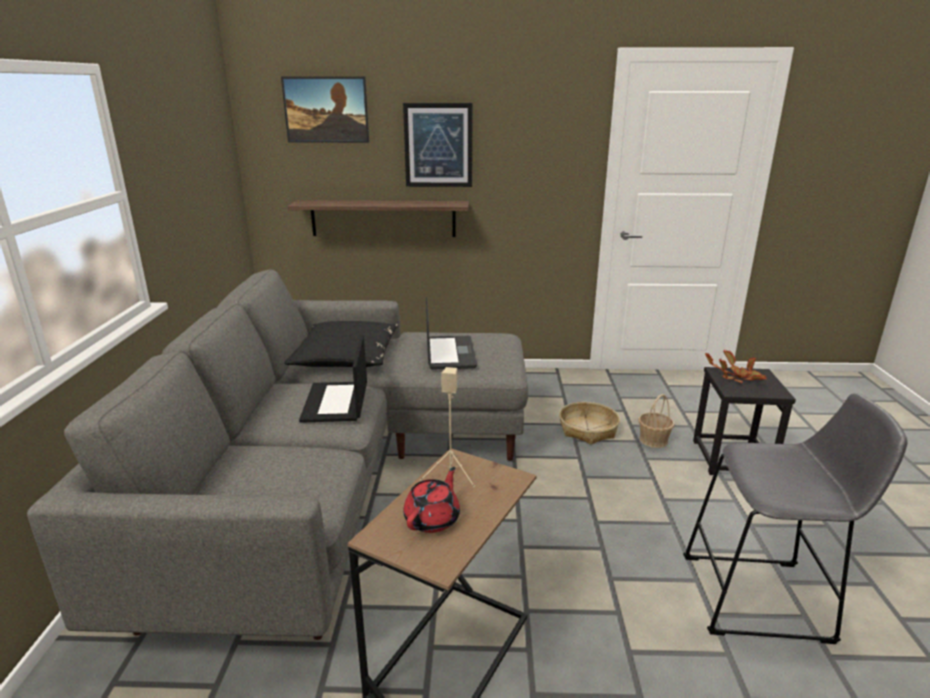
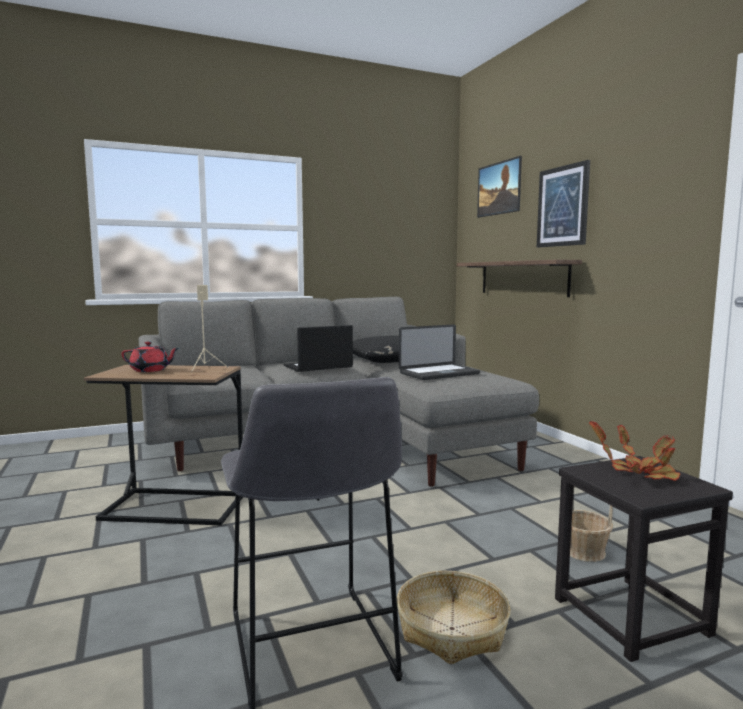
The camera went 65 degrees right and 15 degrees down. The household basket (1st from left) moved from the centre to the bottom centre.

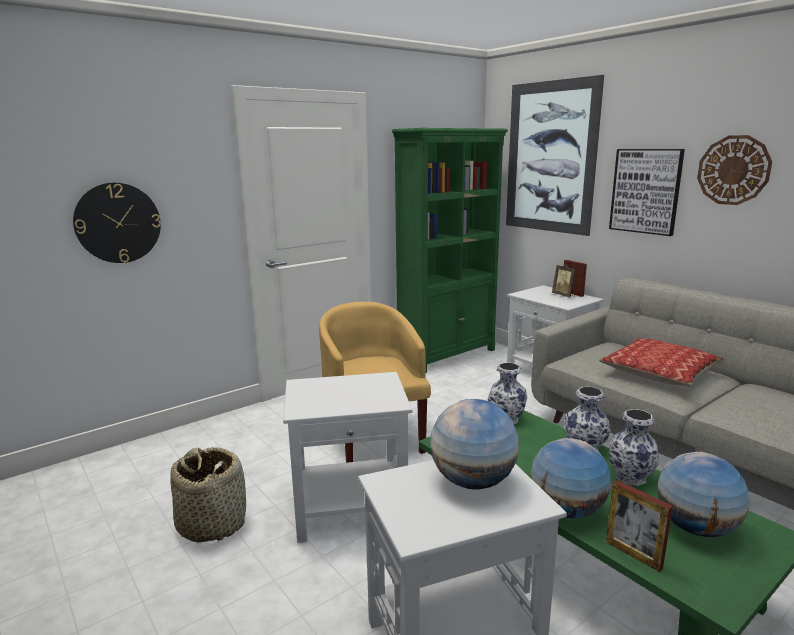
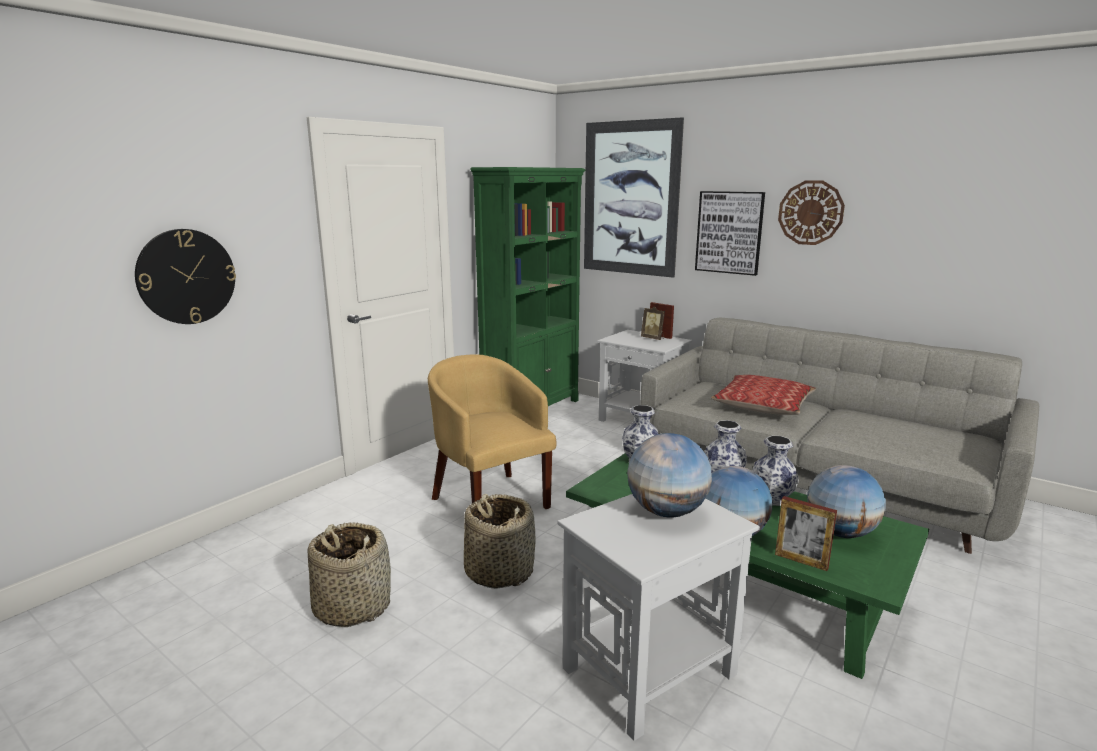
The camera went 15 degrees left and 0 degrees up. The white-coloured accent table (1st from left) at the bottom centre was replaced by the household basket (2nd from left) at the bottom centre.

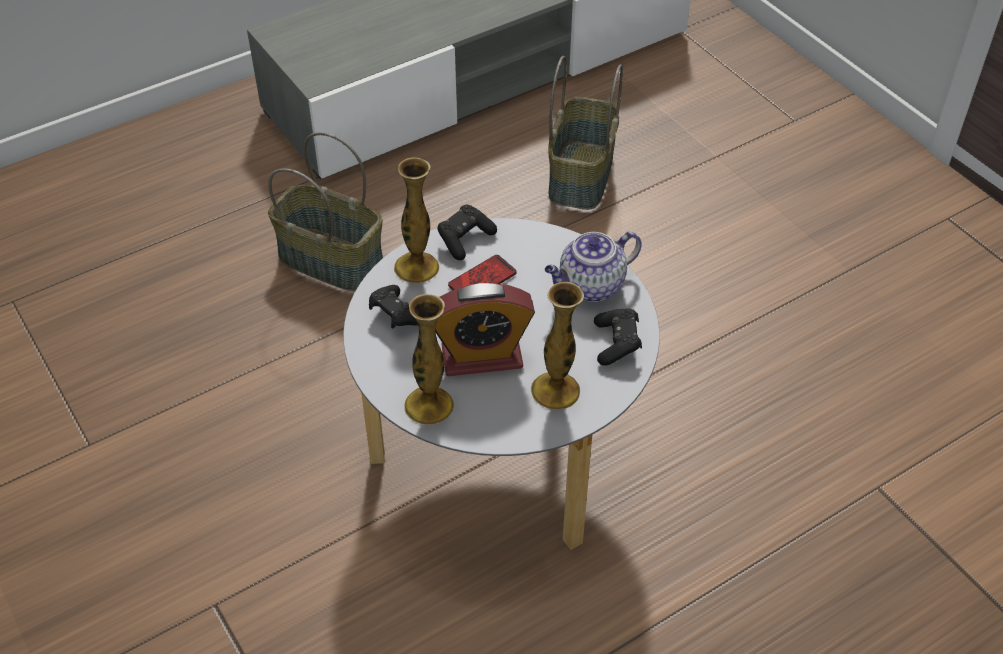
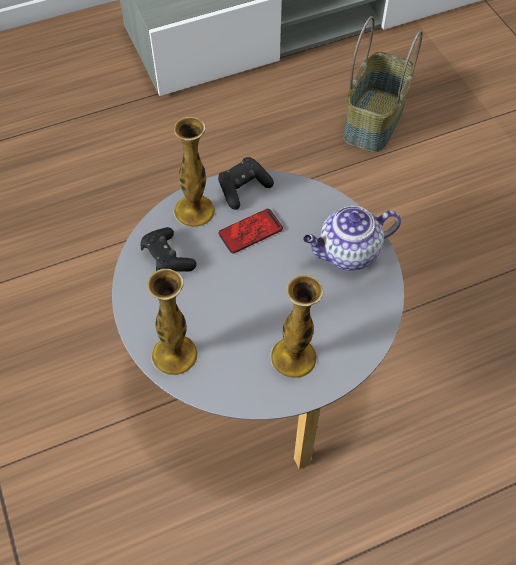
The camera went 10 degrees right and 10 degrees up. The household basket (1st from left) at the top left disappeared. The alarm clock at the centre disappeared. The black joypad (3rd from left) at the centre disappeared.

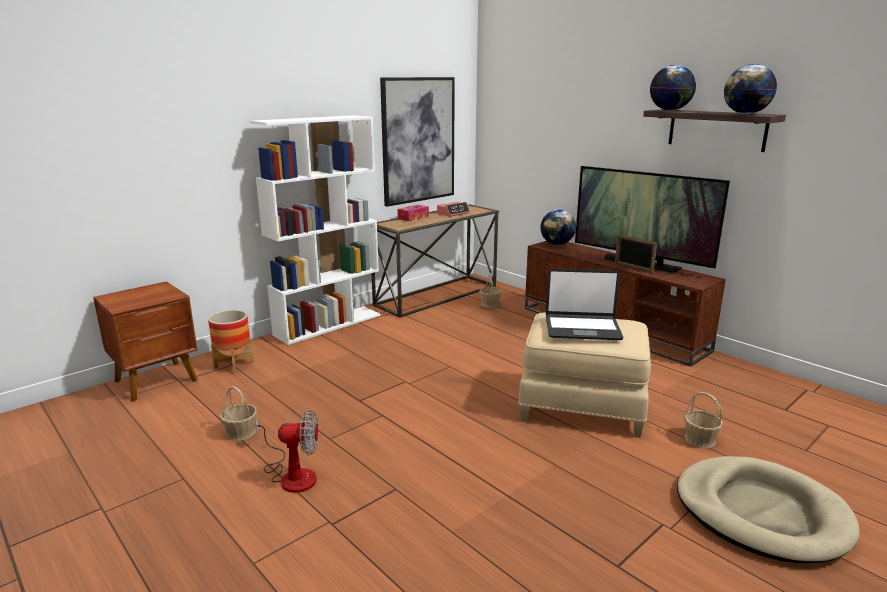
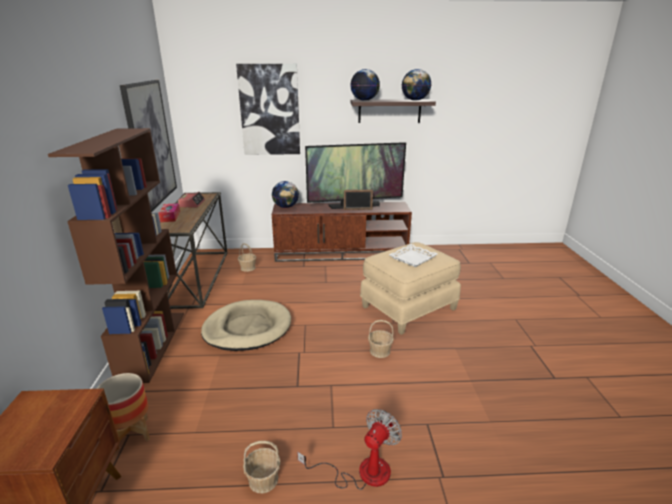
The camera went 50 degrees left and 5 degrees up. The white-coloured shelving unit at the centre became the brown-coloured shelving unit at the middle left. The laptop at the centre was replaced by the white-coloured tray at the centre. The household basket (3rd from left) moved from the bottom right to the bottom centre. The beige-coloured pet bed moved from the bottom right to the centre. The wall picture (2nd from left) at the top centre appeared.

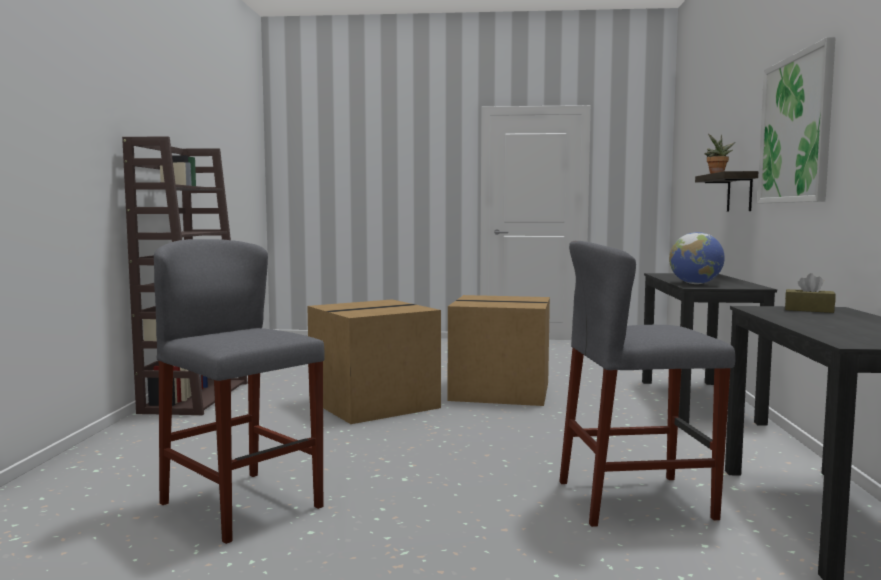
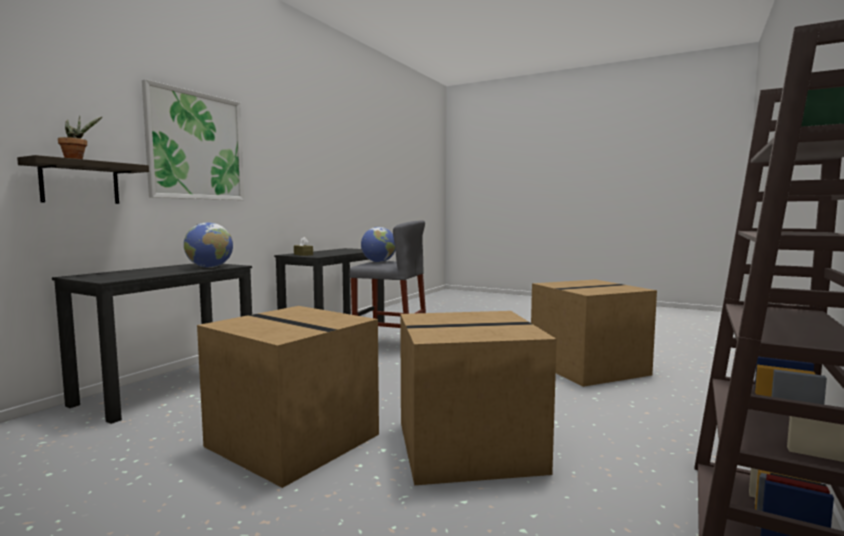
The camera went 155 degrees left and 0 degrees up. The greyish sitting stool (1st from left) at the bottom left was replaced by the cardboard box (3rd from left) at the middle right. The globe (2nd from left) at the centre appeared.

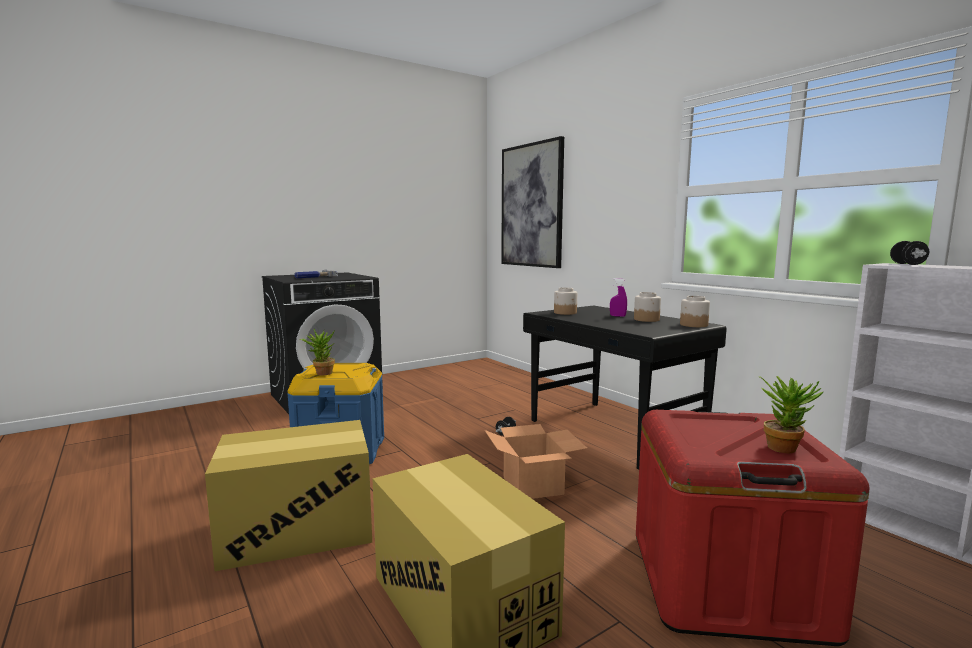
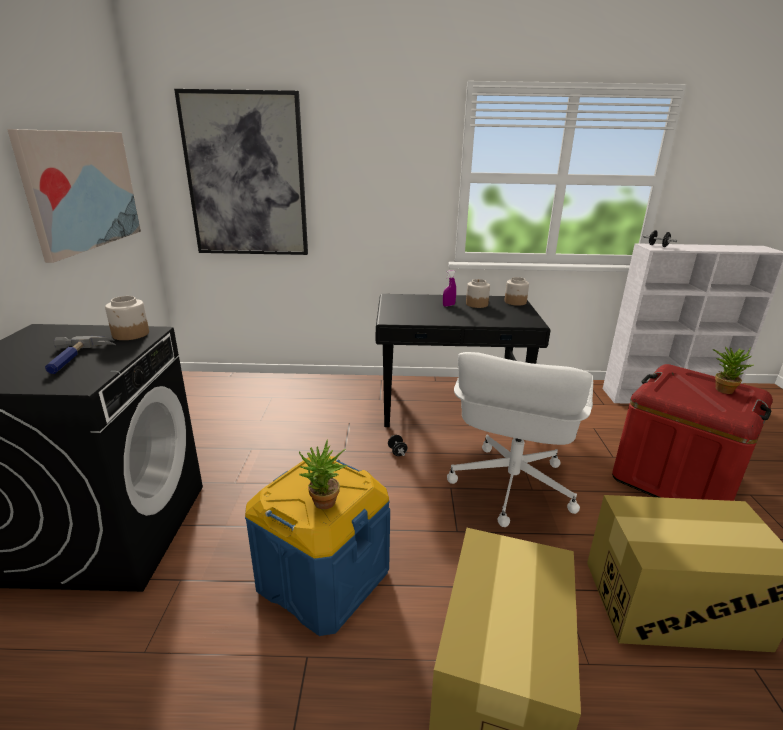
The camera went 55 degrees left and 15 degrees up. The preserve jar (1st from left) moved from the centre to the middle left. The cardboard box (3rd from left) at the bottom centre was replaced by the white-coloured desk chair at the centre. The wall picture (1st from left) at the top left appeared.

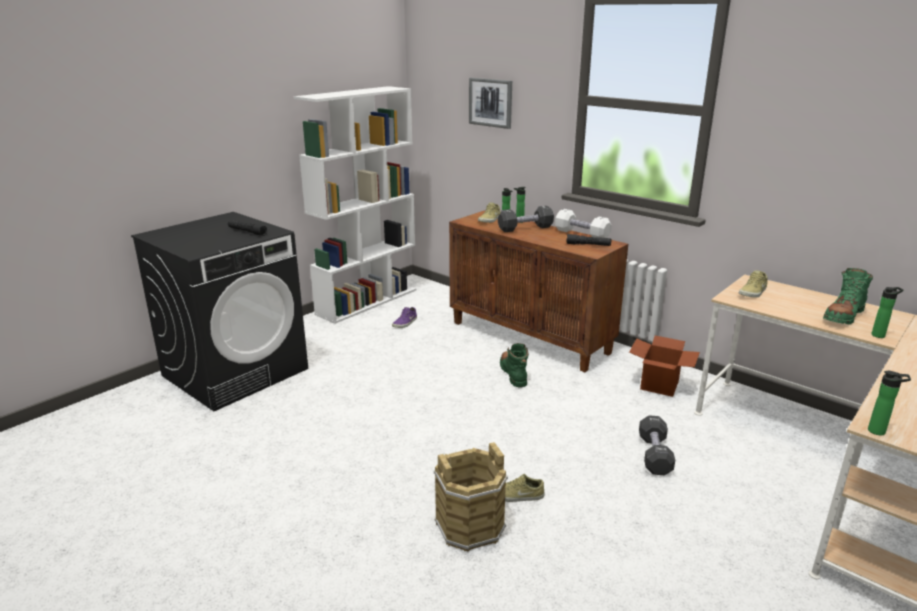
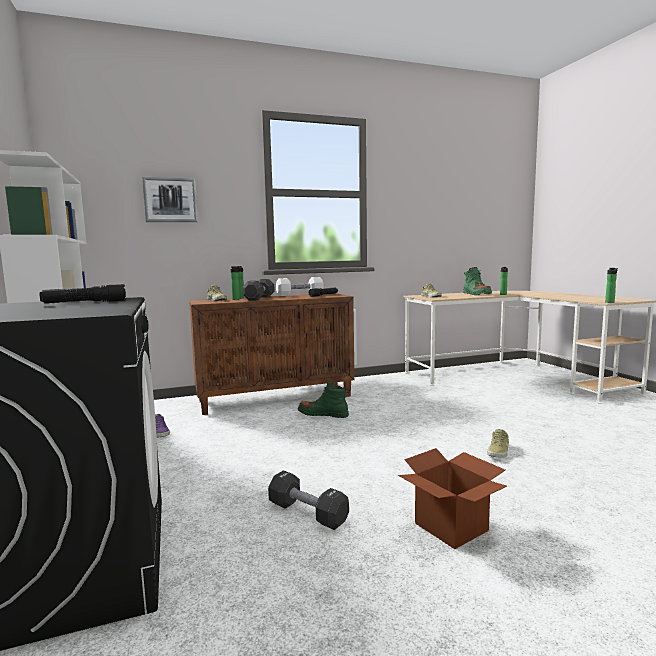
The camera went 60 degrees left and 15 degrees down. The cardboard box moved from the middle right to the bottom right. The black free weight (2nd from left) moved from the bottom right to the bottom centre. The brown-coloured pail at the bottom centre disappeared.

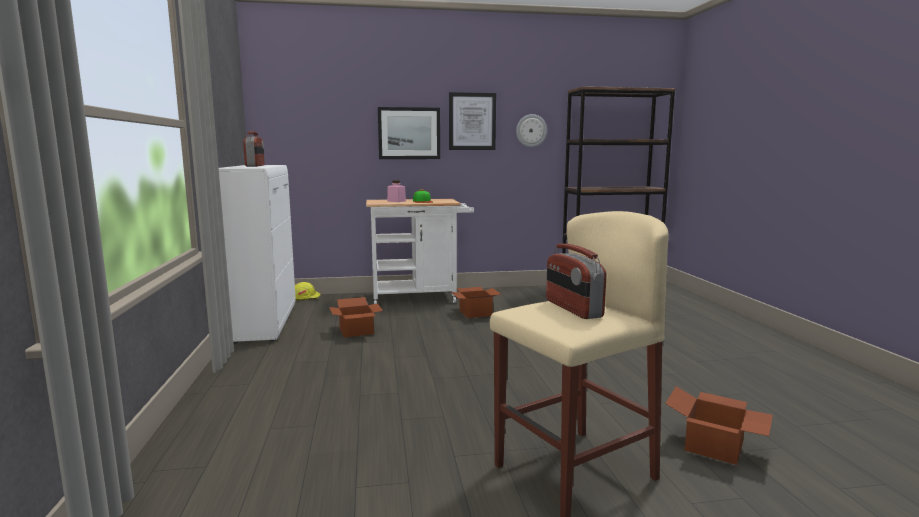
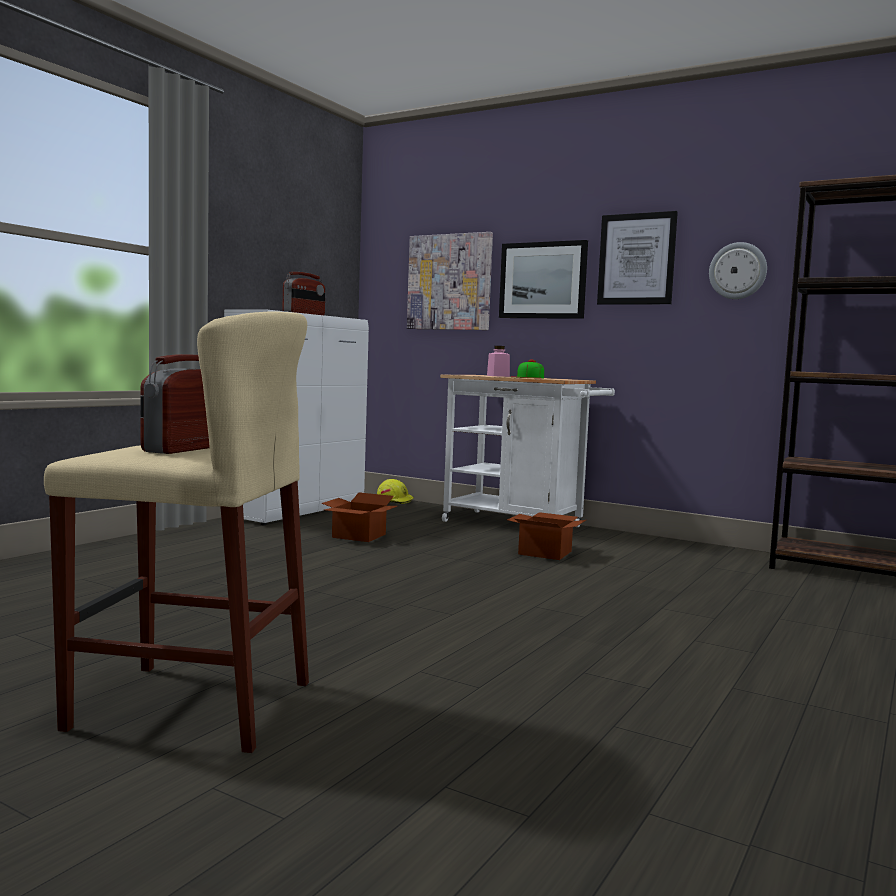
The camera went 40 degrees right and 5 degrees down. The cardboard box (3rd from left) at the bottom right disappeared. The wall picture (1st from left) at the top centre appeared.

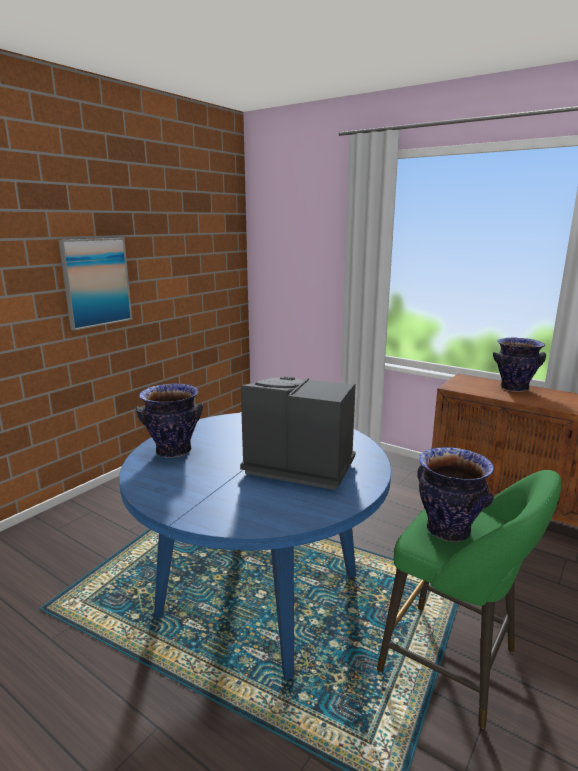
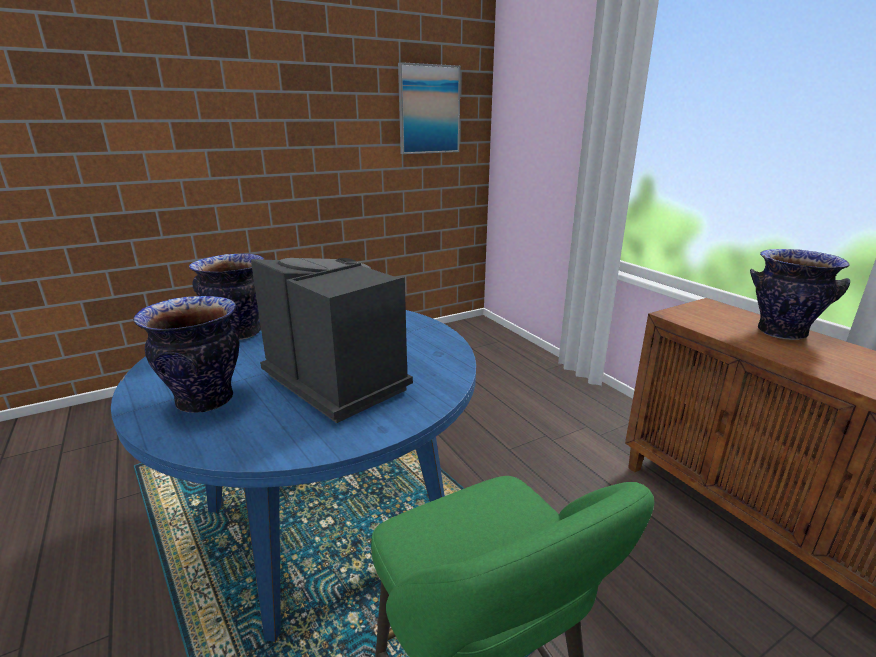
The camera went 25 degrees right and 5 degrees up. The wall picture moved from the middle left to the top centre. The flower vase (2nd from left in the first image) moved from the middle right to the middle left.

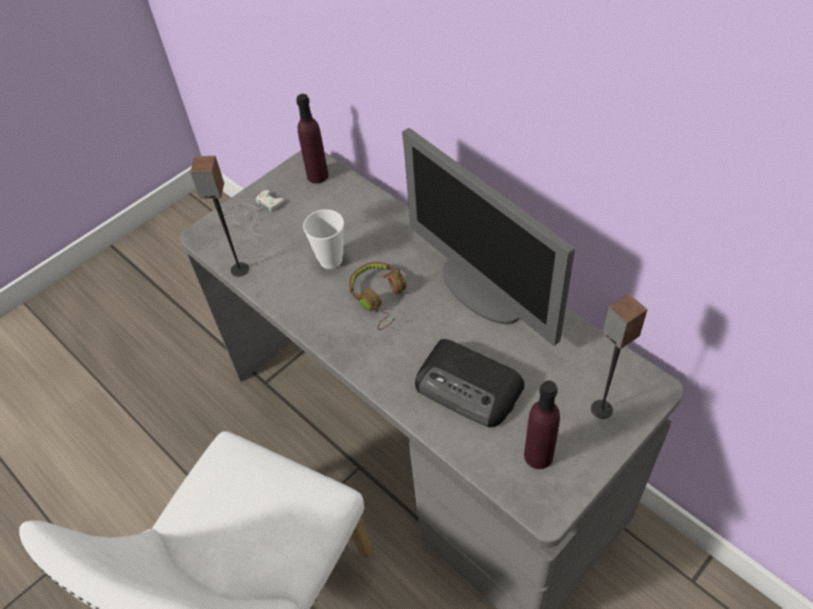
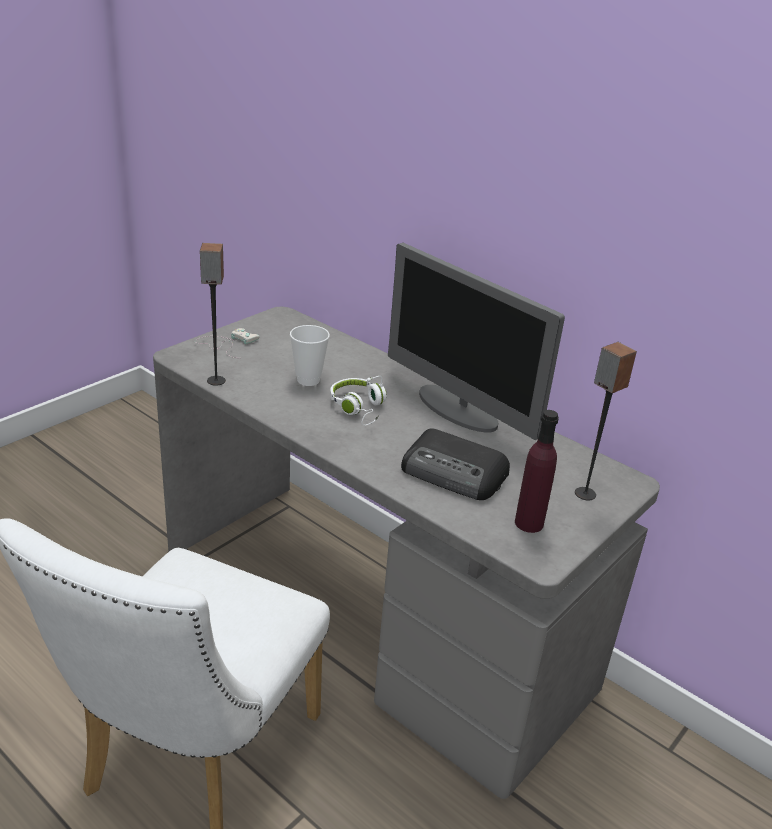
The camera went 10 degrees left and 20 degrees down. The purple-coloured bottle (1st from left) at the top centre disappeared. The brown-coloured headphones at the centre became the white-coloured headphones at the centre.

